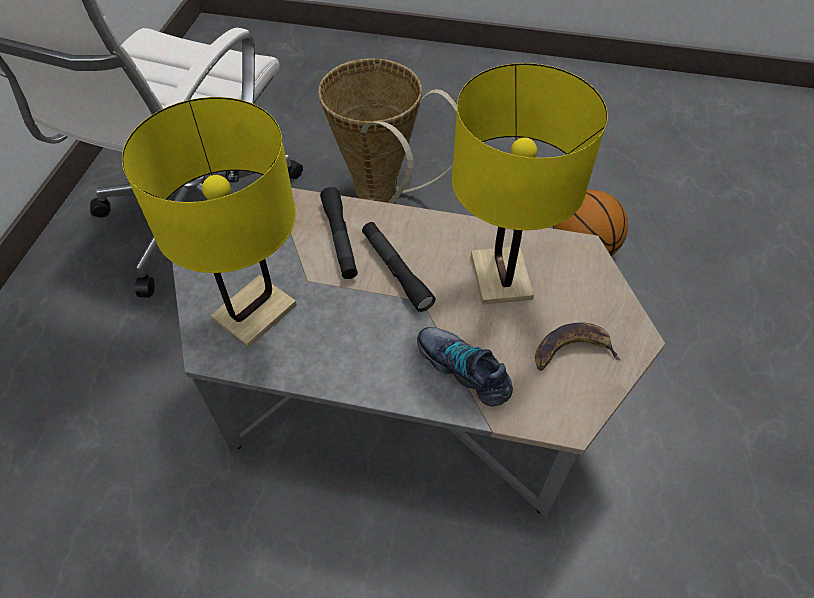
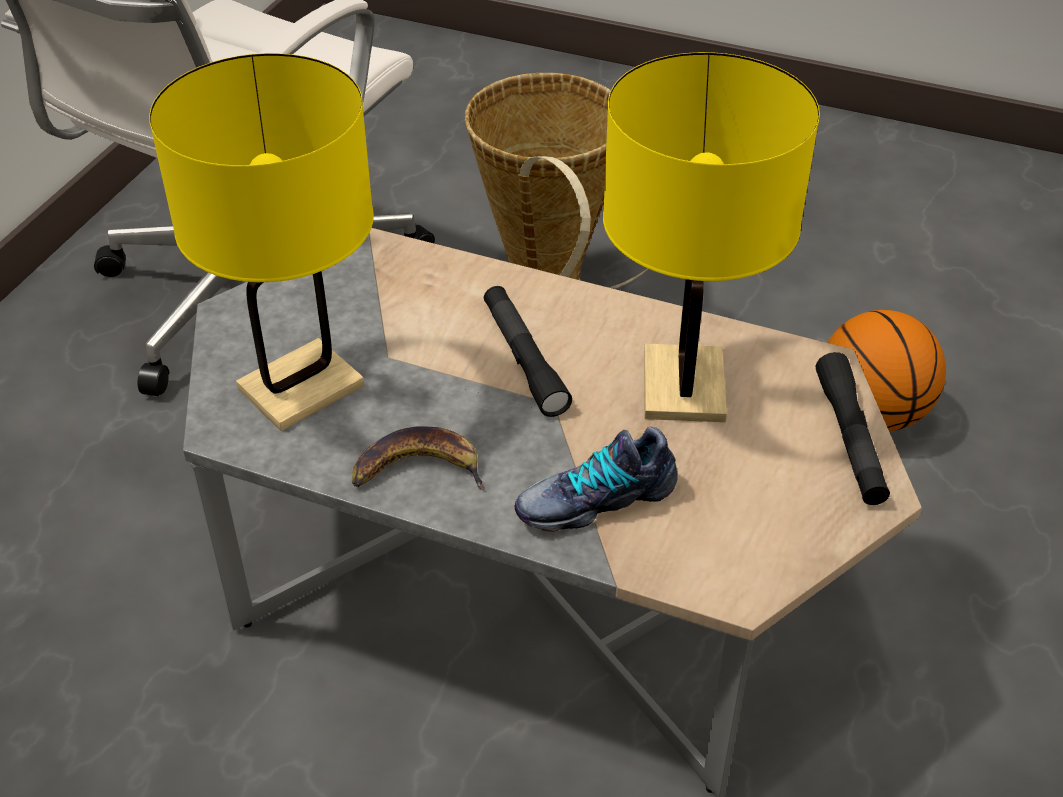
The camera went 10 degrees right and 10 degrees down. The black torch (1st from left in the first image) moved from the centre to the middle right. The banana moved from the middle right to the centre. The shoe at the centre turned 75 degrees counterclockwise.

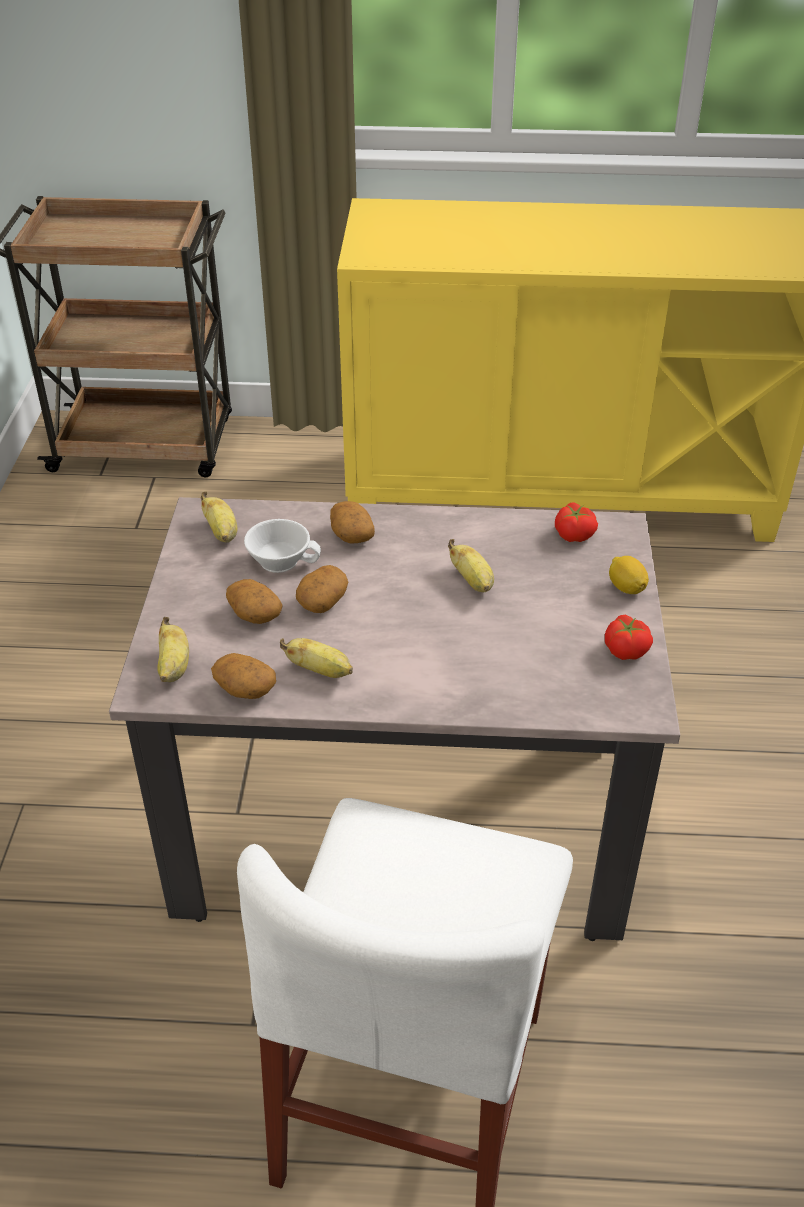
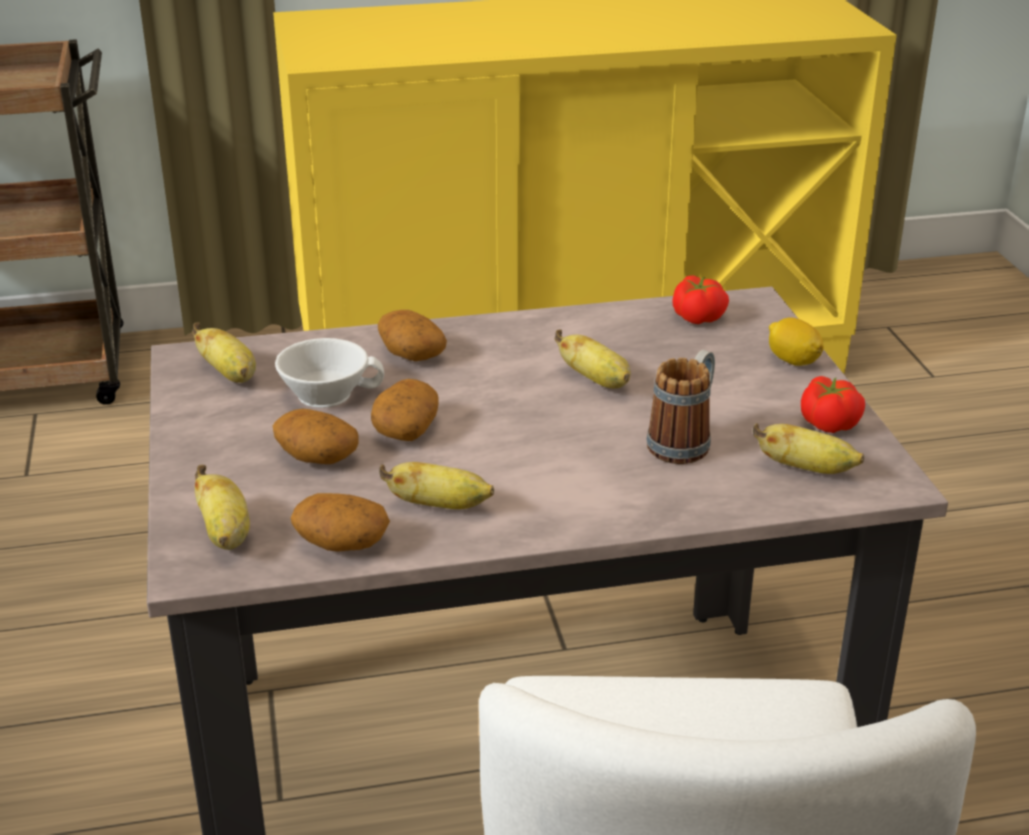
The camera went 15 degrees left and 10 degrees down. The coffee mug at the centre appeared. The banana (5th from left) at the middle right appeared.

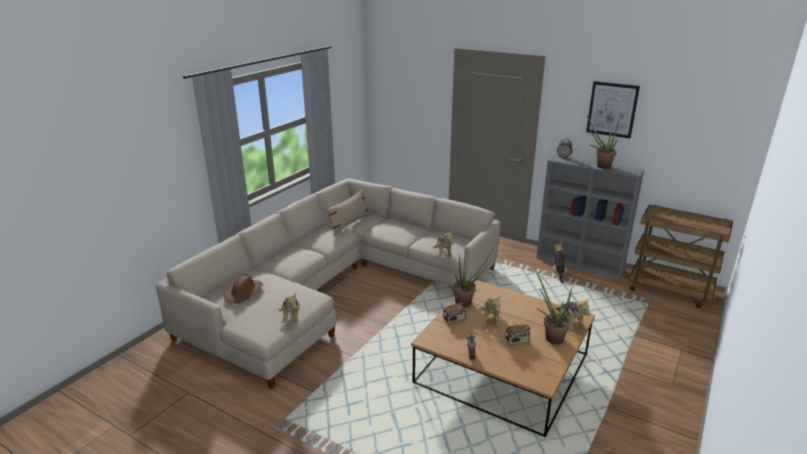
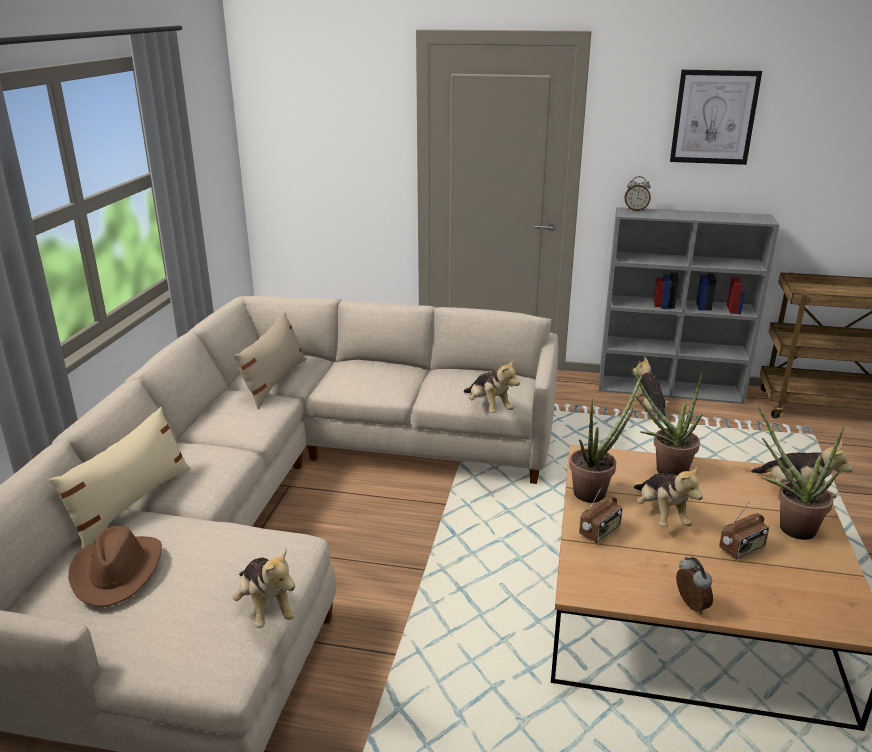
The camera went 20 degrees left and 0 degrees up. The potted plant (3rd from left in the first image) moved from the top right to the middle right. The beige-coloured pillow (1st from left) at the middle left appeared.

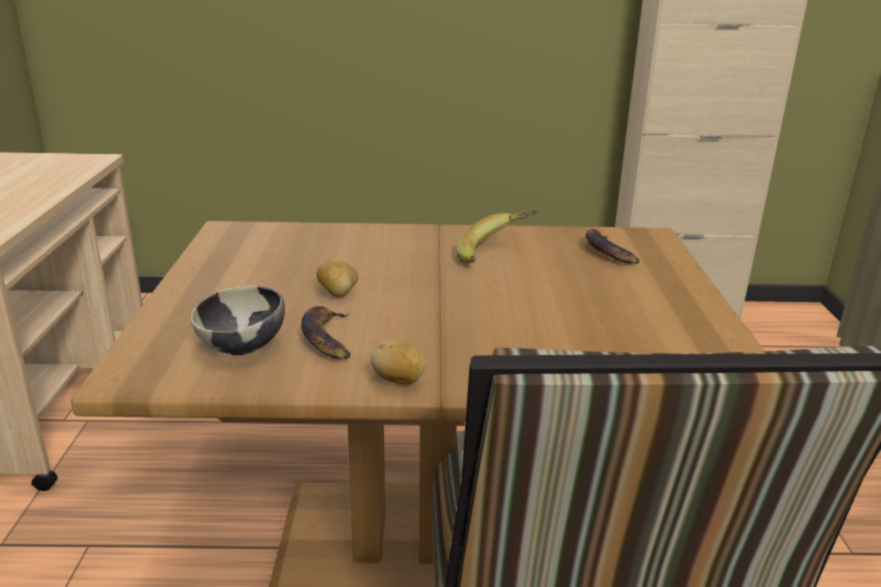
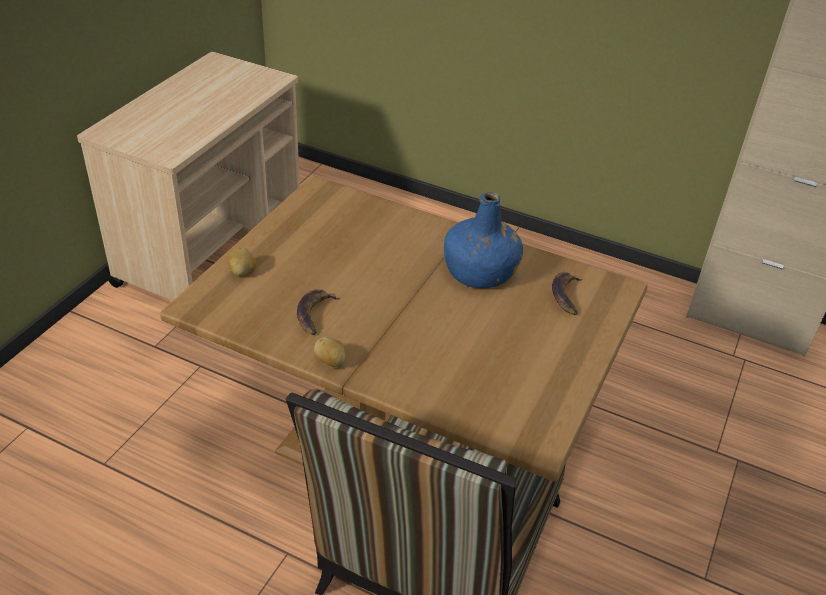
The camera went 25 degrees right and 15 degrees up. The banana (2nd from left) at the centre was replaced by the bluish bottle at the centre. The whole potato (1st from left) moved from the centre to the middle left. The deep dish at the middle left disappeared.

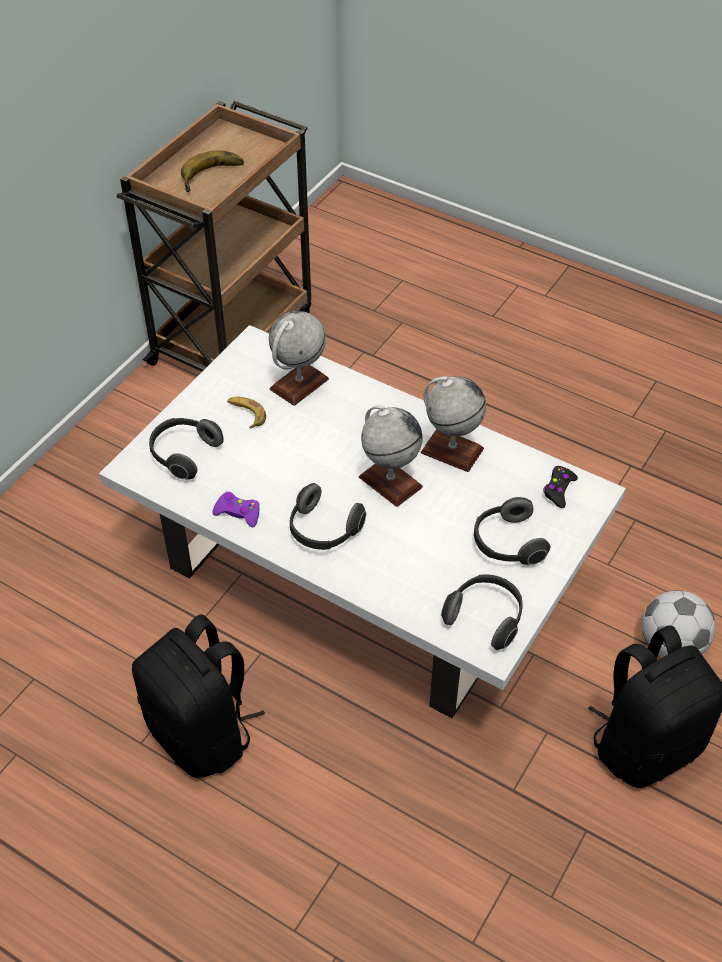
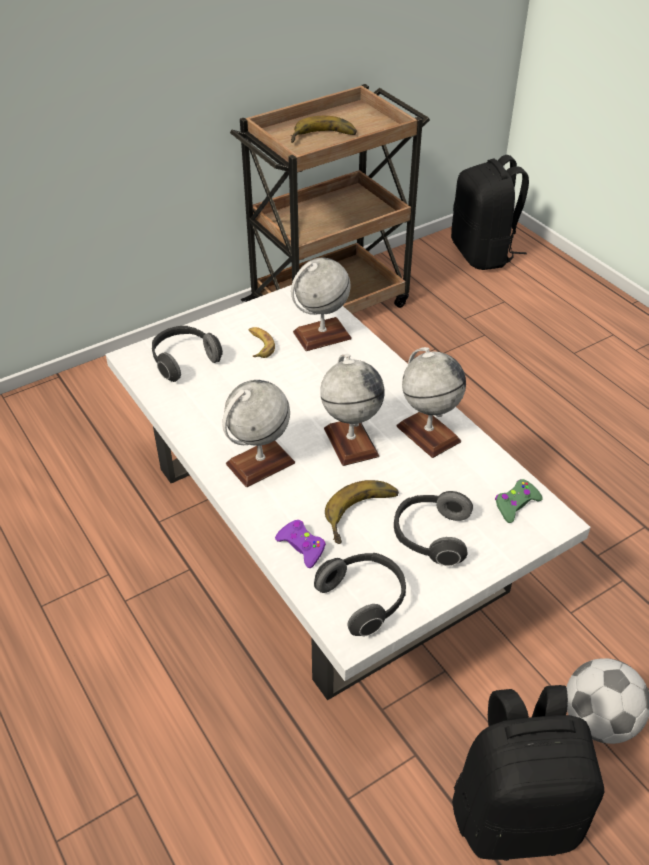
The camera went 25 degrees right and 5 degrees down. The black joypad at the middle right became the green joypad at the middle right. The headphones (2nd from left) at the centre was replaced by the globe (1st from left) at the centre. The purple-coloured joypad moved from the middle left to the centre. The black rucksack (1st from left) moved from the bottom left to the top right. The banana (3rd from left) at the centre appeared.

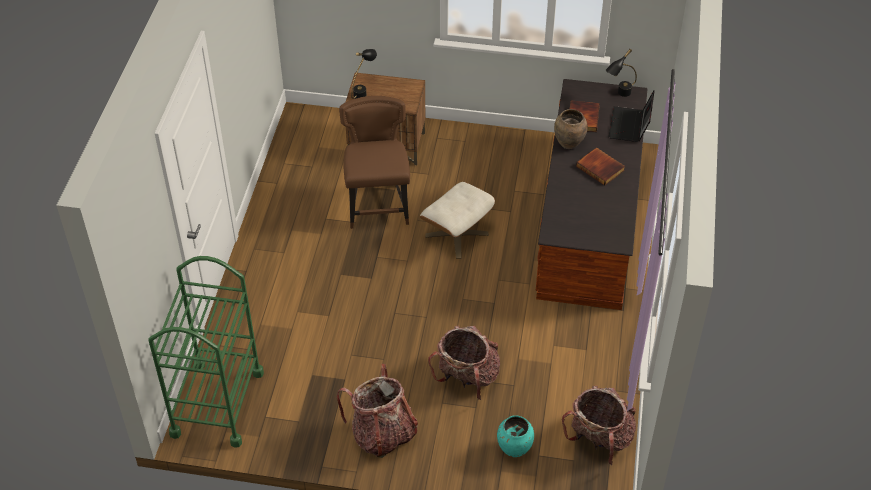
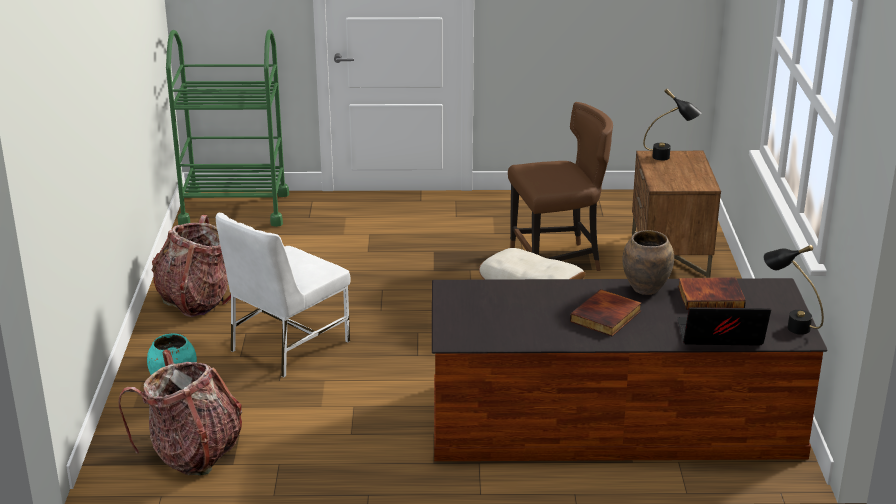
The camera went 80 degrees right and 20 degrees down. The rucksack (2nd from left) at the bottom centre was replaced by the white-coloured upright chair at the middle left.

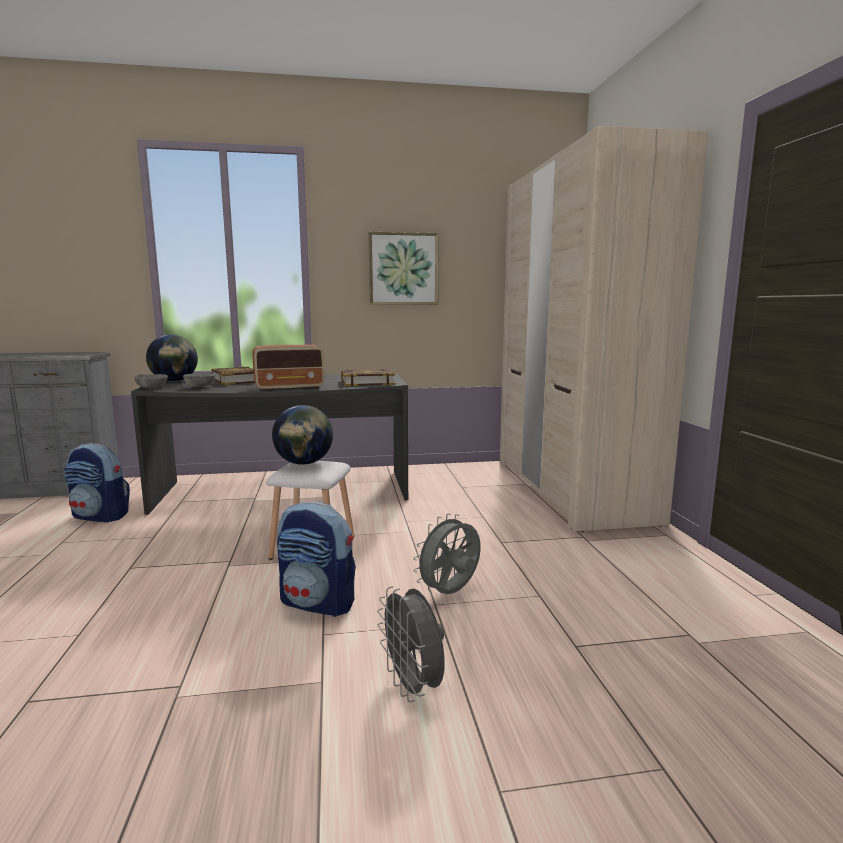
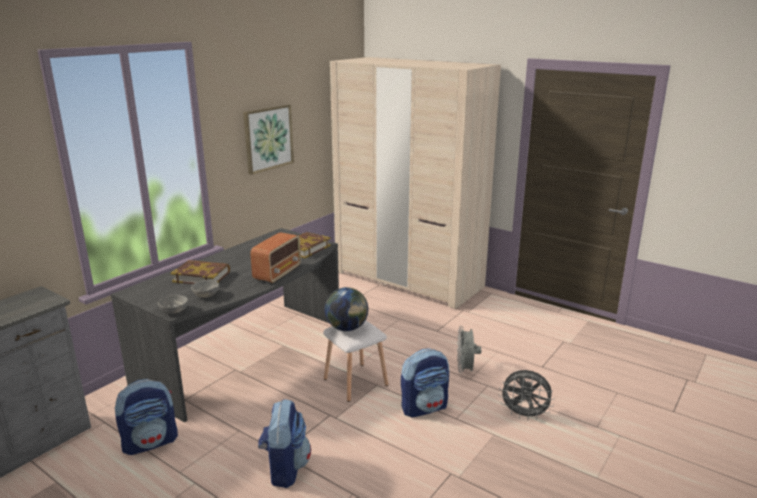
The camera went 45 degrees left and 10 degrees up. The globe (1st from left) at the middle left disappeared. The rucksack (2nd from left) at the bottom centre appeared.

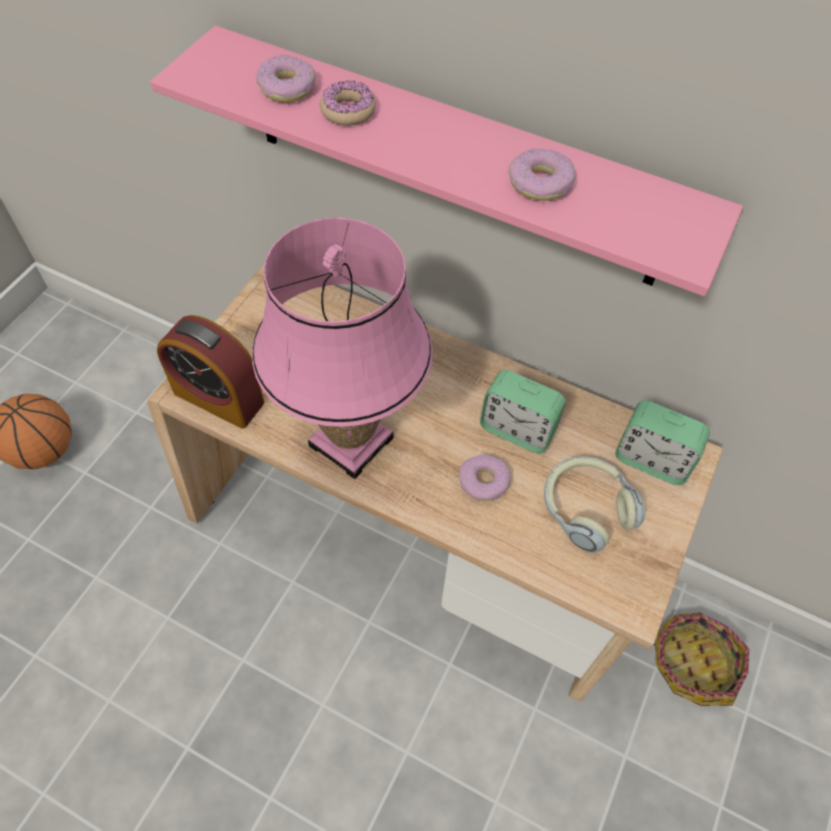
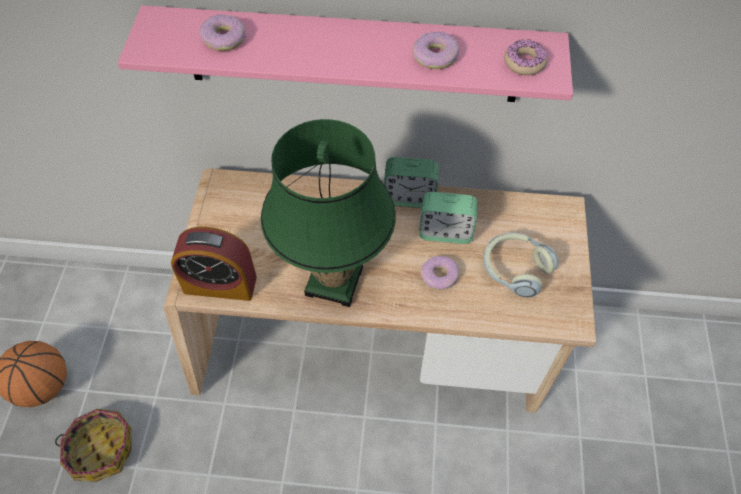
The camera went 20 degrees left and 0 degrees up. The ring doughnut (2nd from left in the first image) moved from the top centre to the top right. The pink-coloured table lamp at the centre became the green table lamp at the centre. The alarm clock (3rd from left in the first image) moved from the middle right to the centre. The household basket moved from the bottom right to the bottom left.

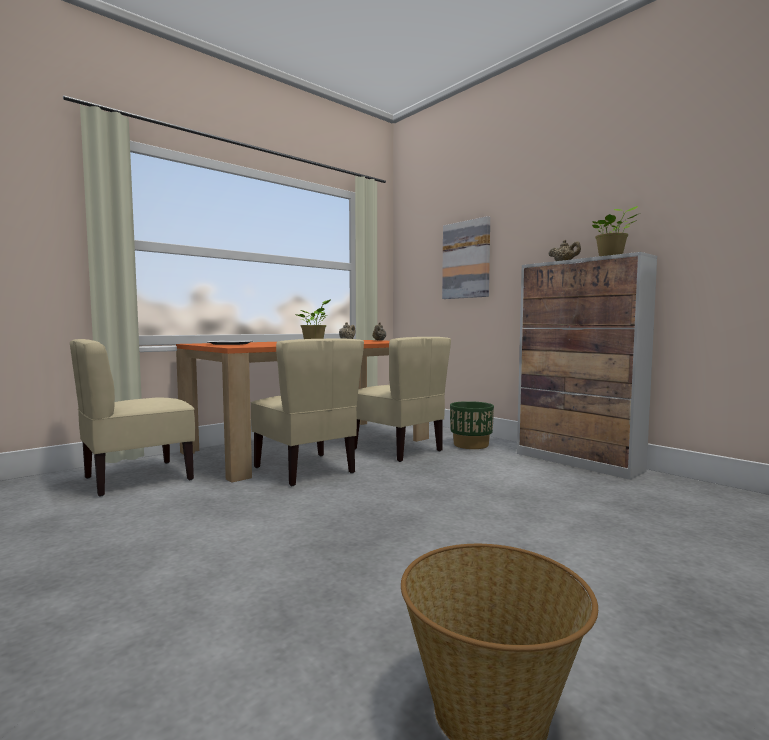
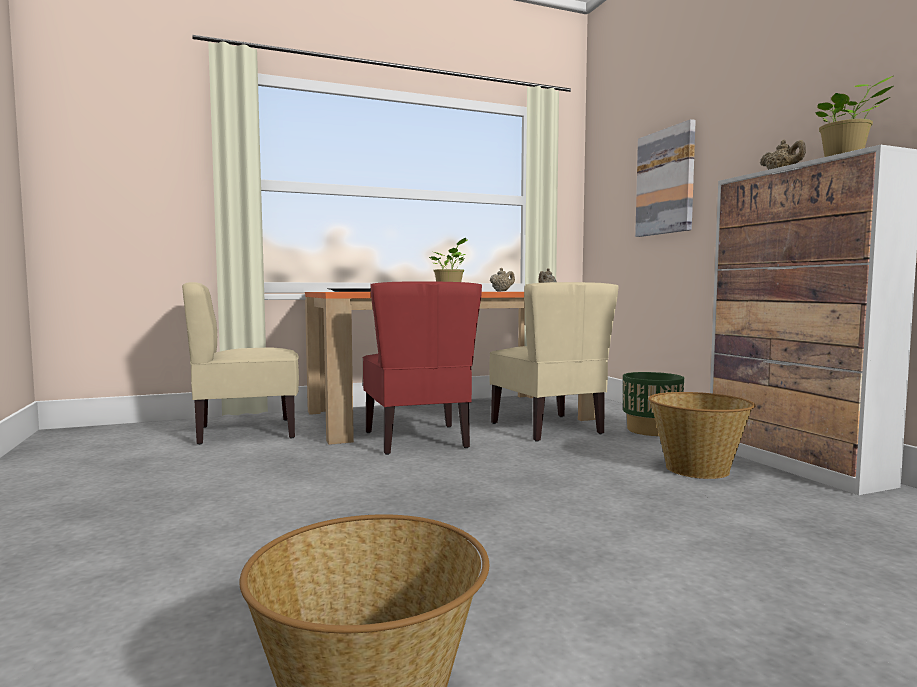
The camera went 20 degrees right and 0 degrees up. The beige-coloured upright chair (2nd from left) at the centre became the red-coloured upright chair at the centre. The household basket (2nd from left) at the middle right appeared.

